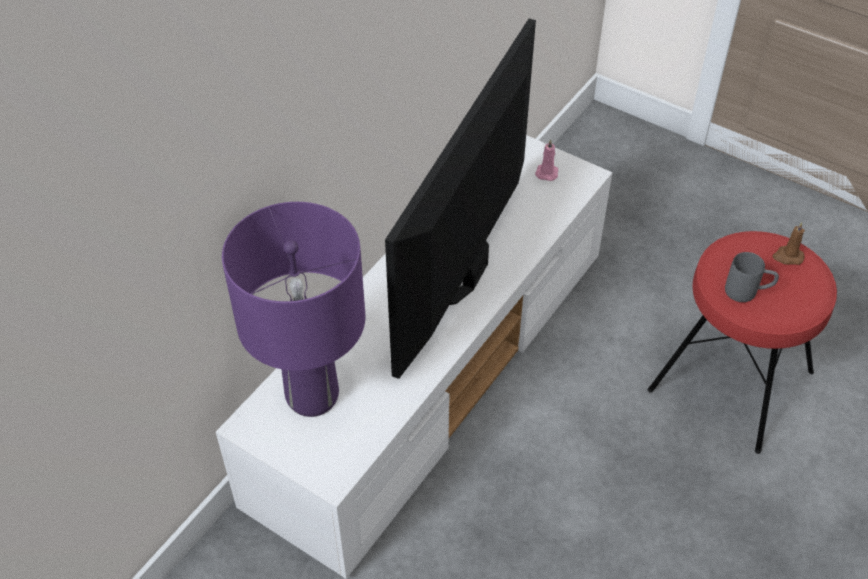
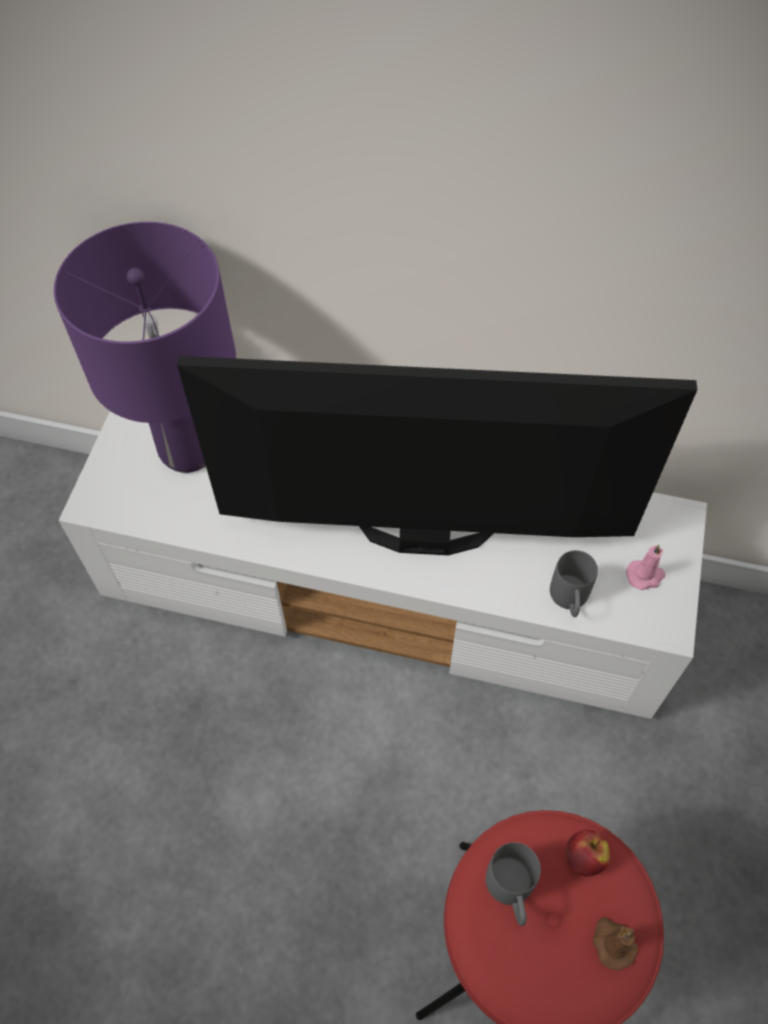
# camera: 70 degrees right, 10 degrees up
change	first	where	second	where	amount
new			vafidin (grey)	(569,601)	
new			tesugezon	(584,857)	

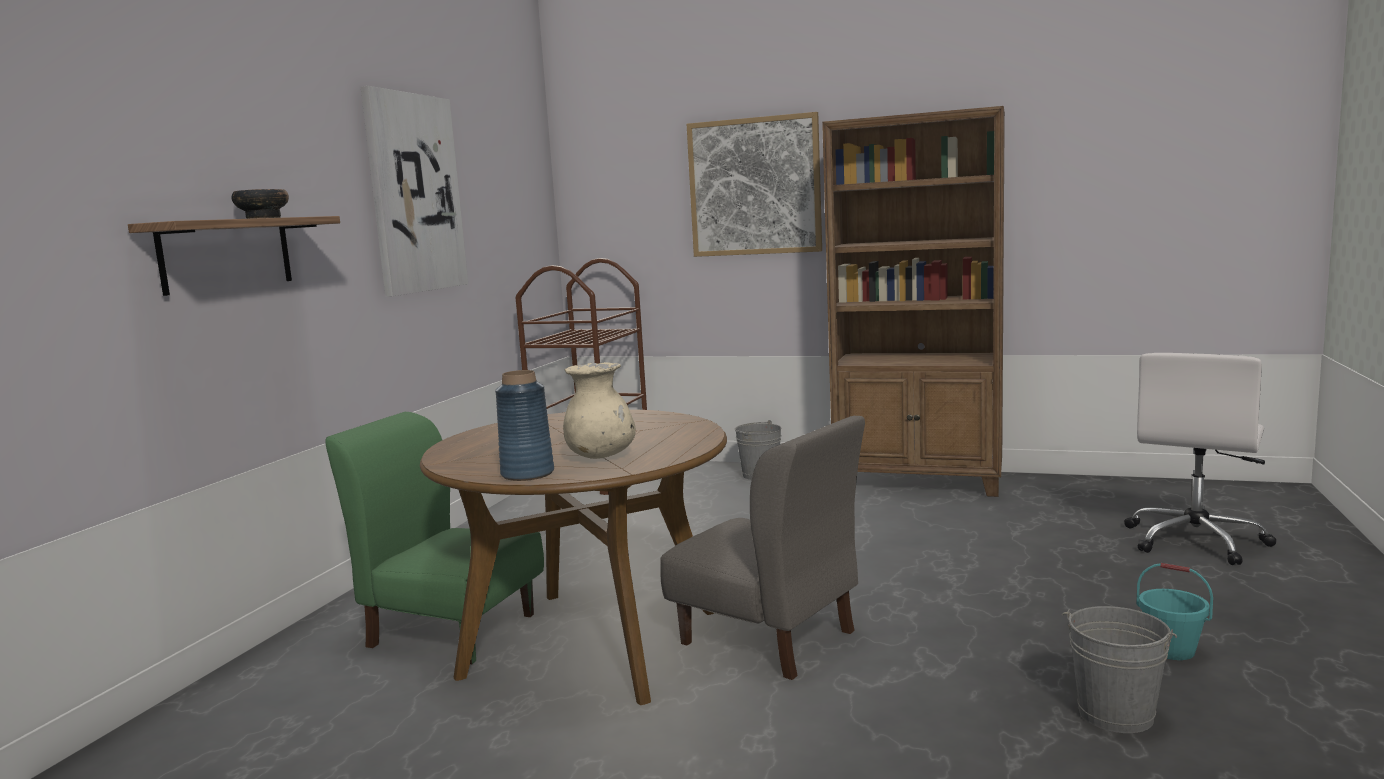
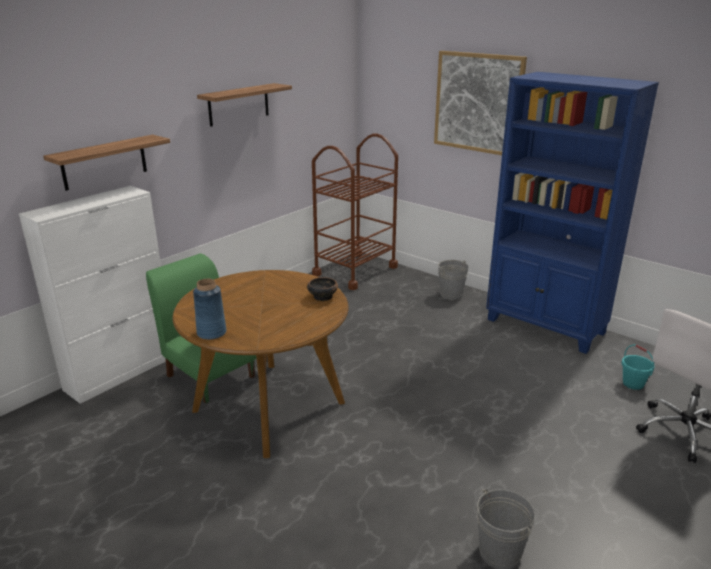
# camera: 20 degrees right, 15 degrees up
change	first	where	second	where	amount
gone	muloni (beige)	(601,456)			
gone	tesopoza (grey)	(768,638)			
new			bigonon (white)	(121,372)	
shifted	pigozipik	(262,218)		(322,297)	
shifted	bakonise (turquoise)	(1172,650)		(633,384)	
swapped	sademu	(414,193)	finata	(238,104)	
repainted	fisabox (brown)	(920,482)	fisabox (blue)	(545,327)	

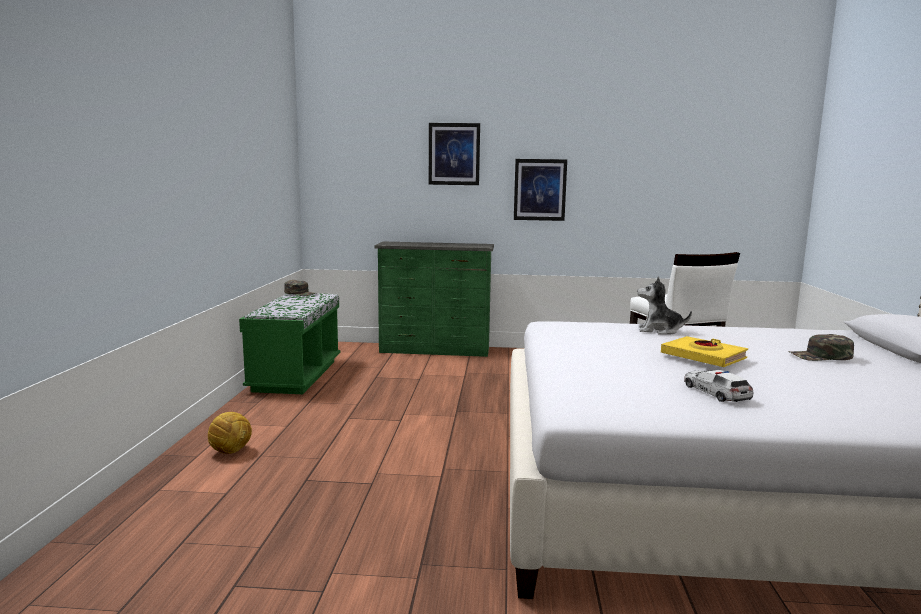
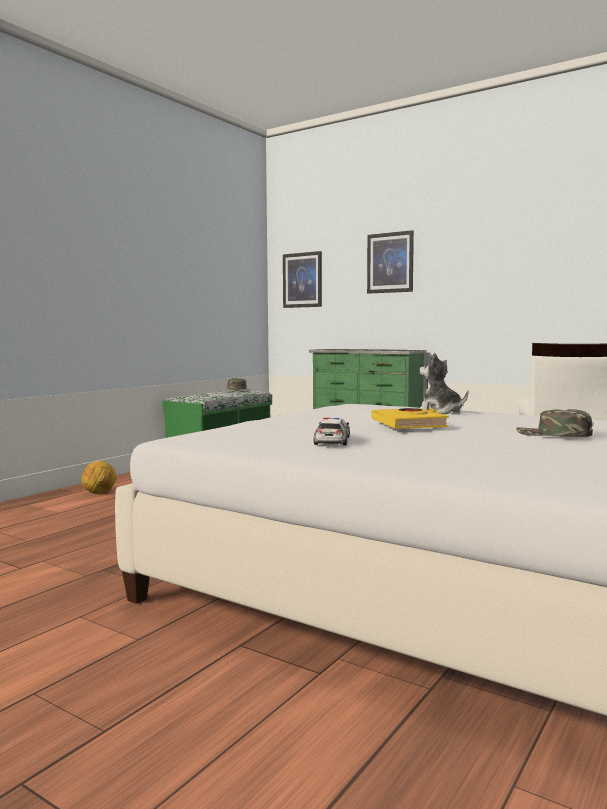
# camera: 30 degrees right, 5 degrees down
change	first	where	second	where	amount
shifted	sademu	(540,190)		(302,280)	

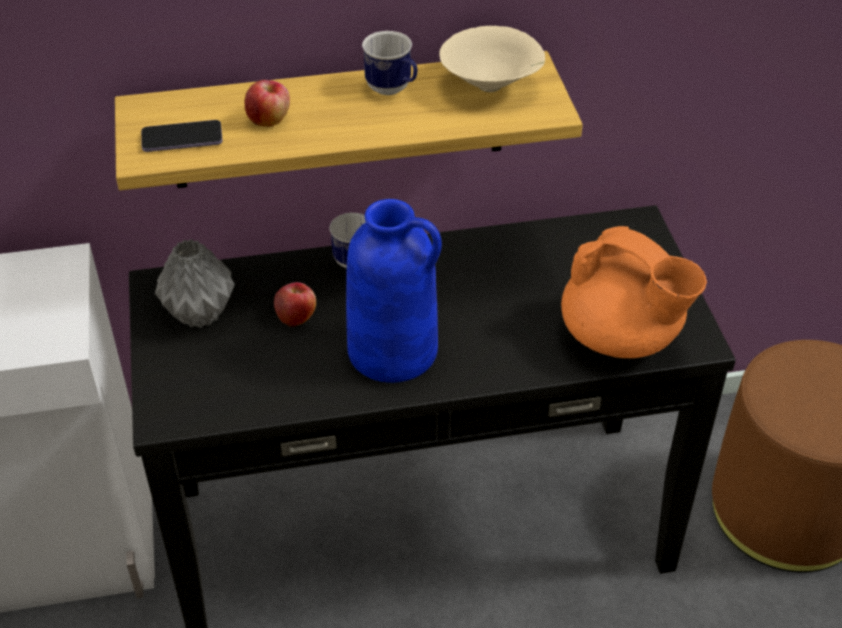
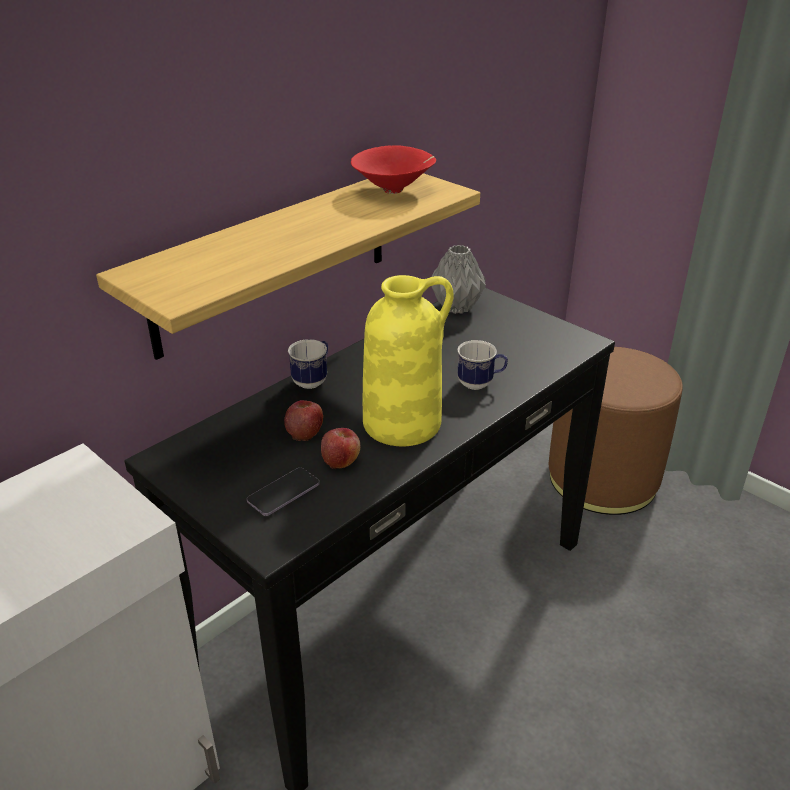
# camera: 35 degrees left, 10 degrees down
change	first	where	second	where	amount
gone	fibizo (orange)	(621,337)			
shifted	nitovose	(182,138)		(283,493)	
shifted	muloni (grey)	(201,314)		(457,307)	
shifted	tesugezon	(269,119)		(341,461)	
shifted	vafidin	(393,90)		(480,384)	
repainted	muloni (blue)	(394,350)	muloni (yellow)	(403,423)	
repainted	pigozipik (beige)	(492,86)	pigozipik (red)	(395,190)	

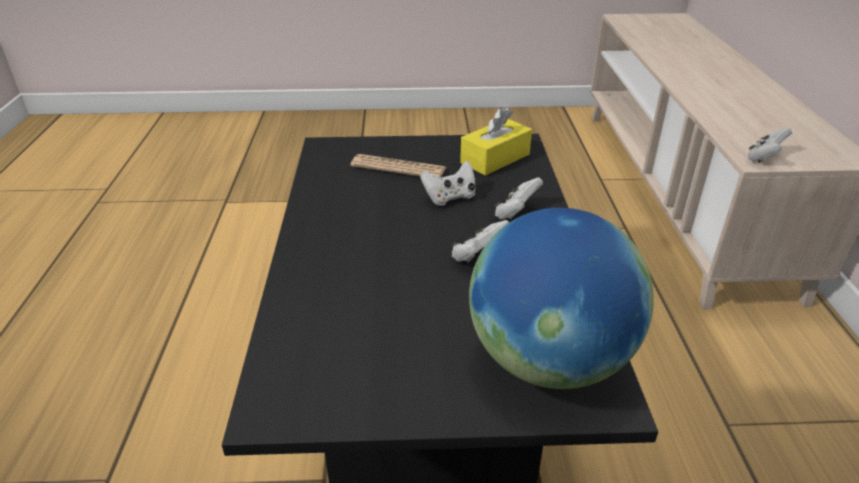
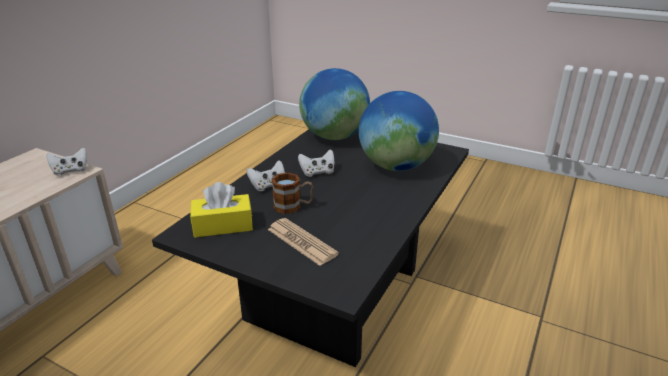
# camera: 150 degrees left, 5 degrees down
change	first	where	second	where	amount
new			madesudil	(396,166)	
swapped	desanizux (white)	(450,197)	vafidin	(293,206)	

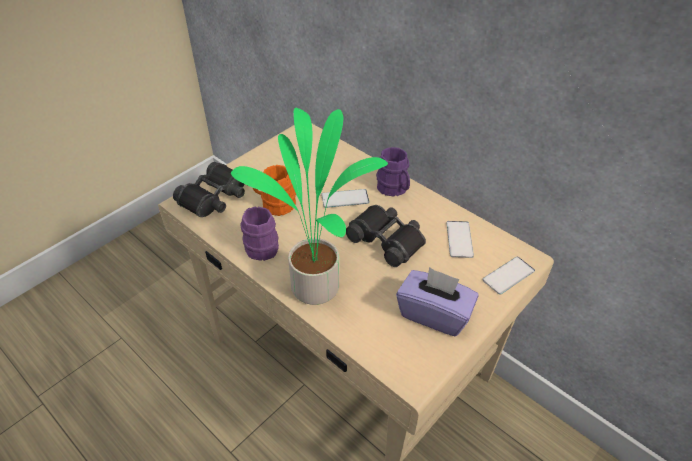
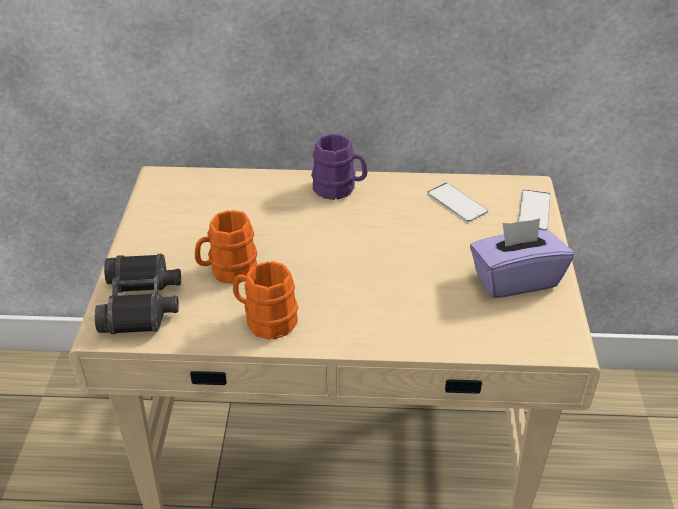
# camera: 40 degrees left, 5 degrees down
change	first	where	second	where	amount
gone	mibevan	(318,285)			
gone	nitovose	(345,199)			
gone	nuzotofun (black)	(387,239)			
repainted	vafidin (purple)	(260,245)	vafidin (orange)	(265,320)	

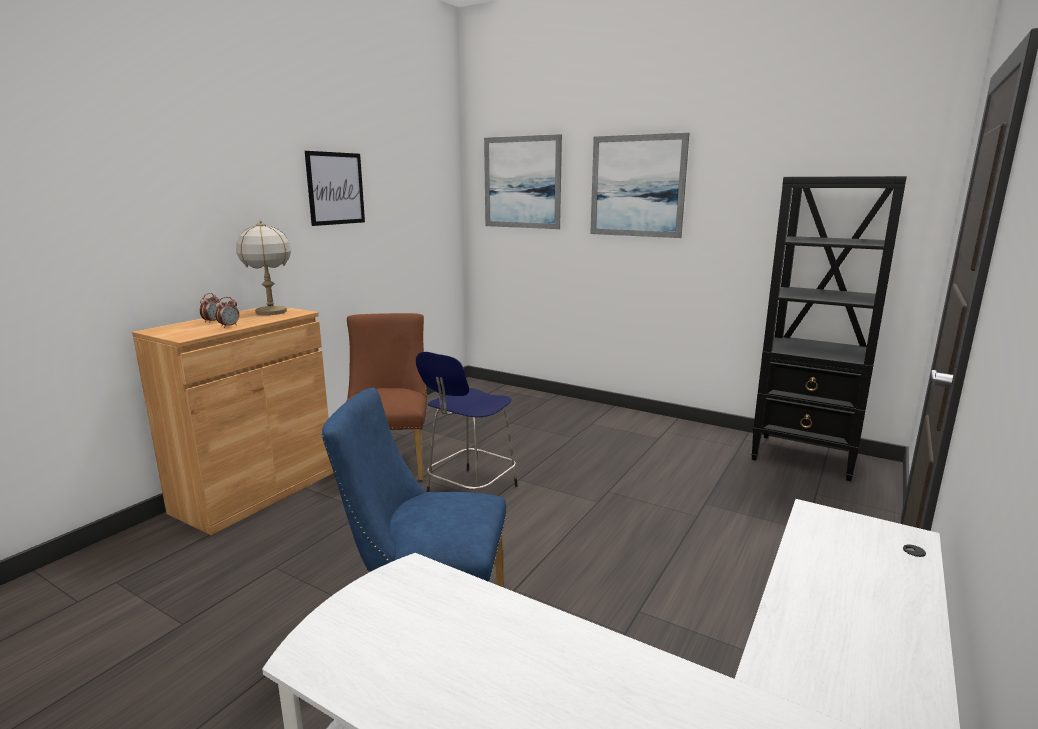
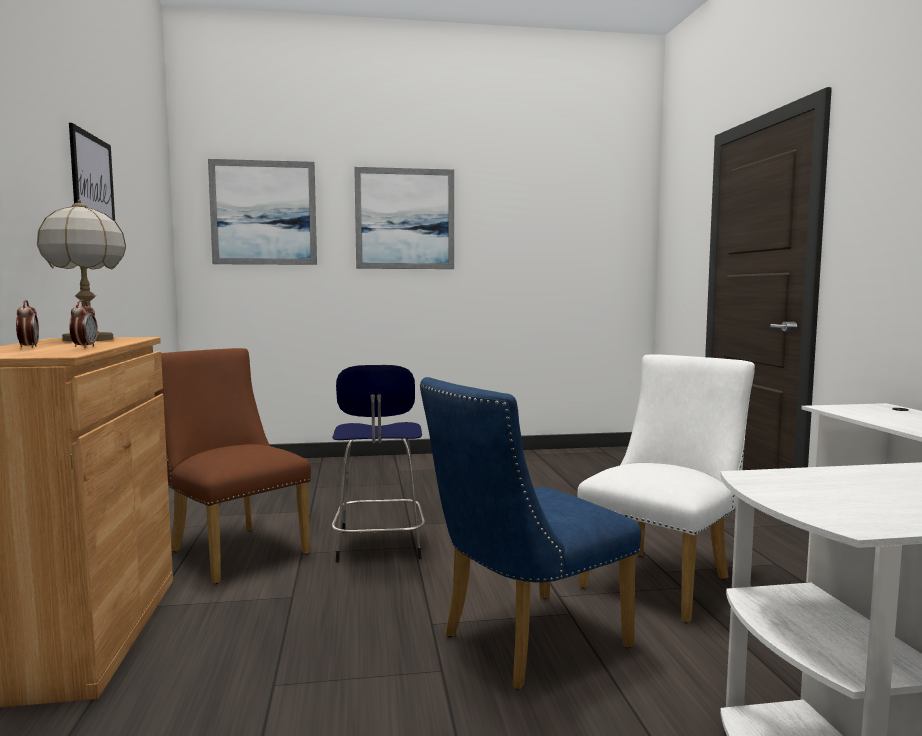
# camera: 40 degrees left, 10 degrees down
change	first	where	second	where	amount
gone	fisabox (black)	(805,457)			
new			tesopoza (white)	(664,581)	

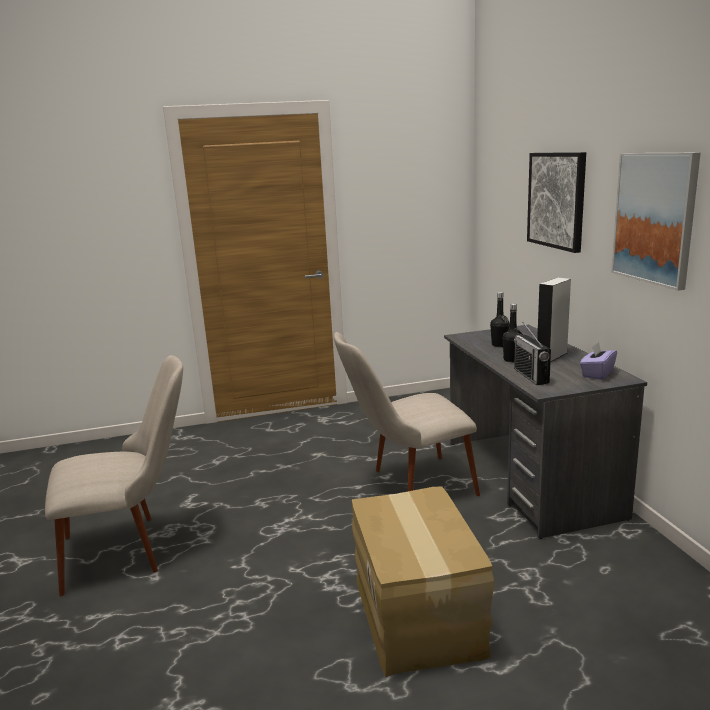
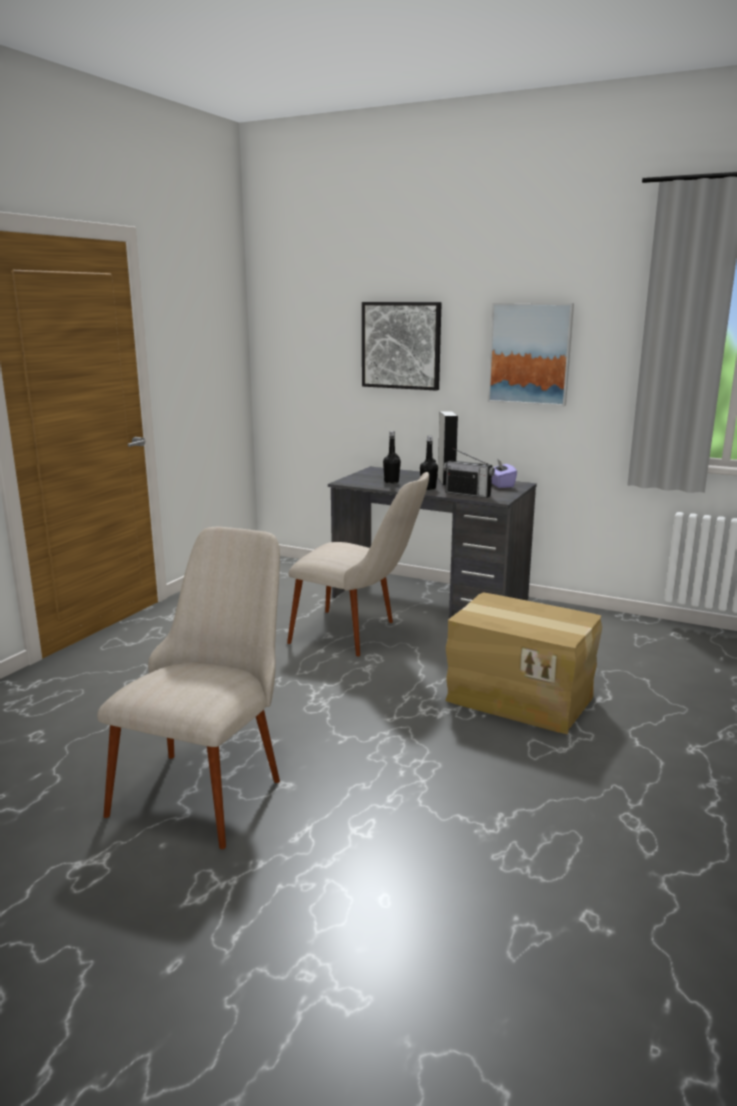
# camera: 50 degrees left, 0 degrees up
change	first	where	second	where	amount
rotated	tesopoza (beige)	(407,486)		(359,635)	90 degrees counterclockwise

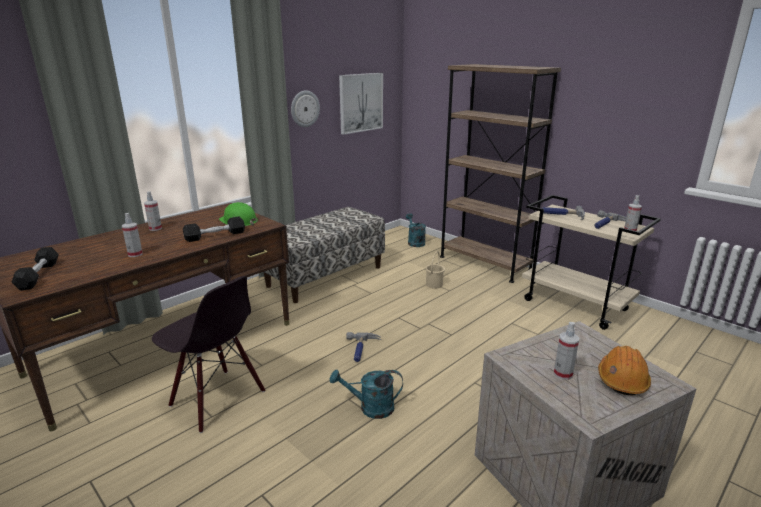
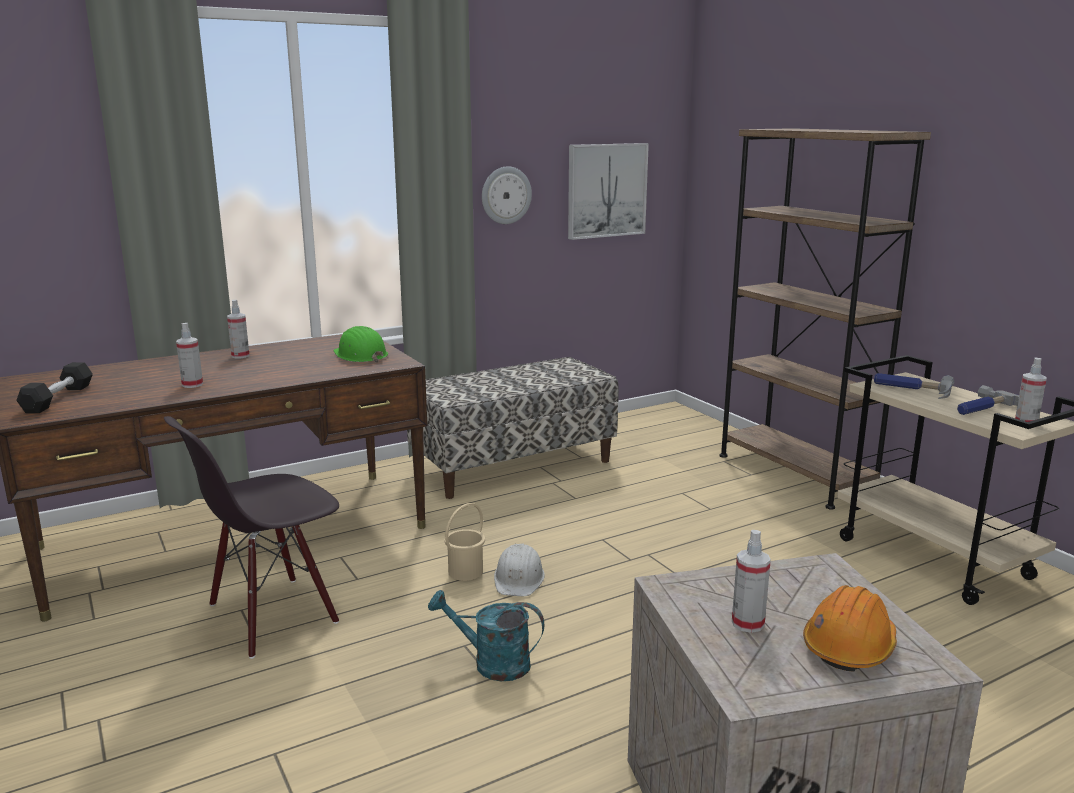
# camera: 15 degrees right, 5 degrees down
change	first	where	second	where	amount
gone	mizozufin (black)	(215,236)			
gone	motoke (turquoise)	(415,242)			
shifted	bakonise (beige)	(434,284)		(465,571)	
swapped	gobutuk	(361,350)	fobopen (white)	(519,578)	
rotated	tesopoza (black)	(217,399)		(272,615)	90 degrees clockwise

